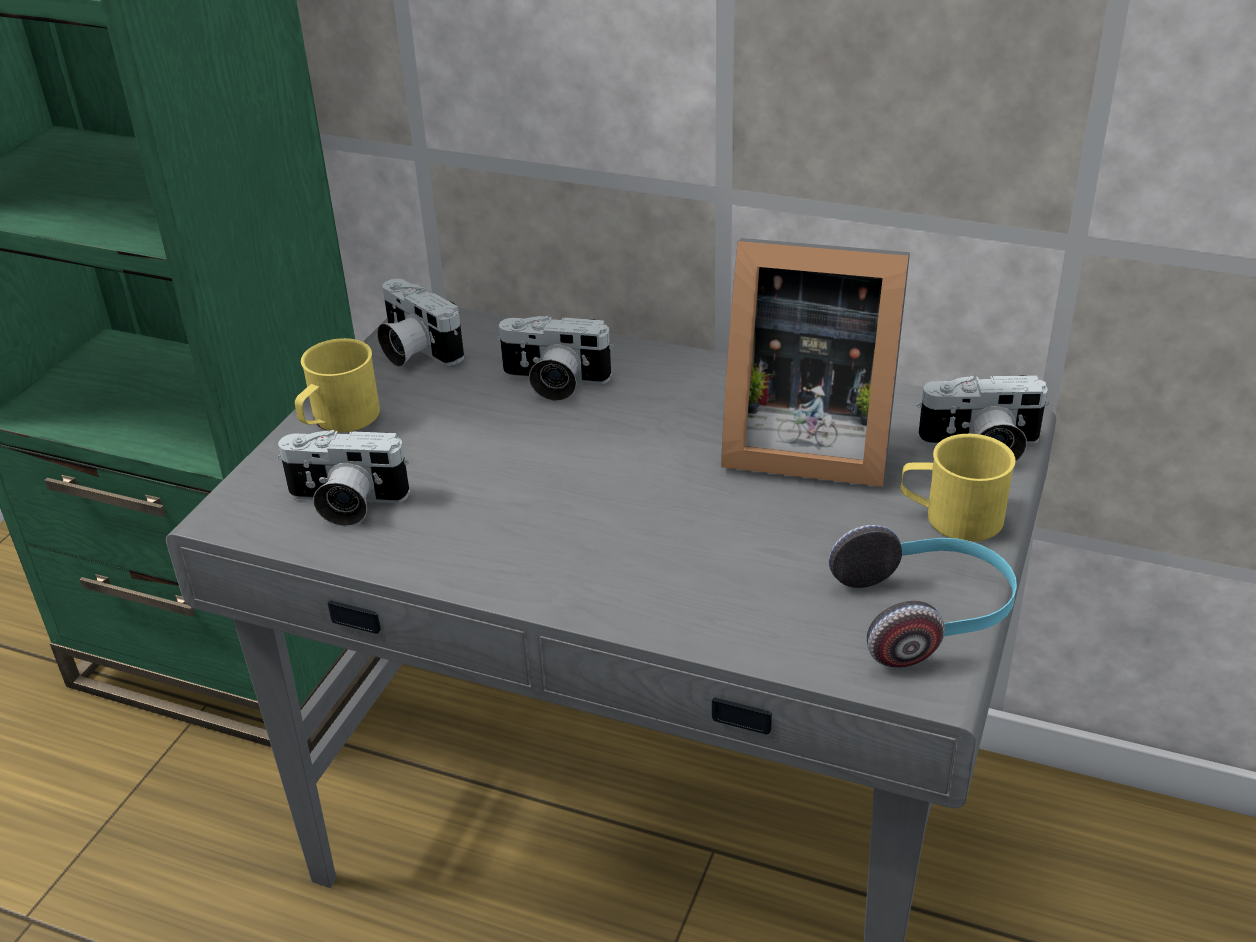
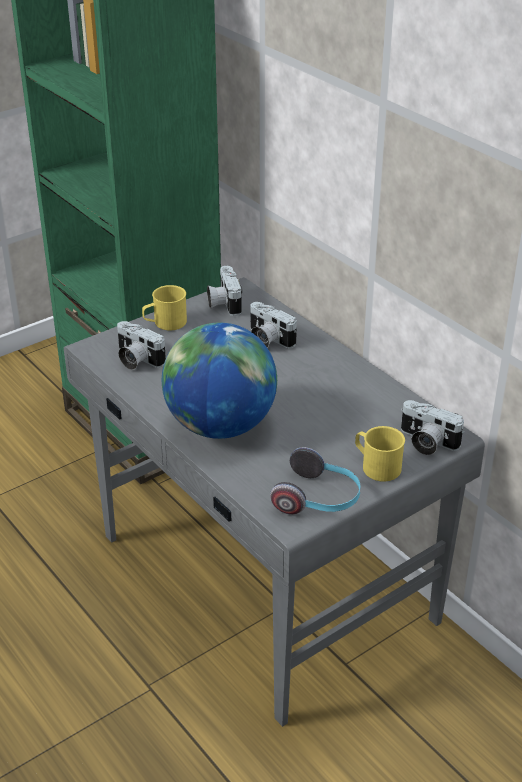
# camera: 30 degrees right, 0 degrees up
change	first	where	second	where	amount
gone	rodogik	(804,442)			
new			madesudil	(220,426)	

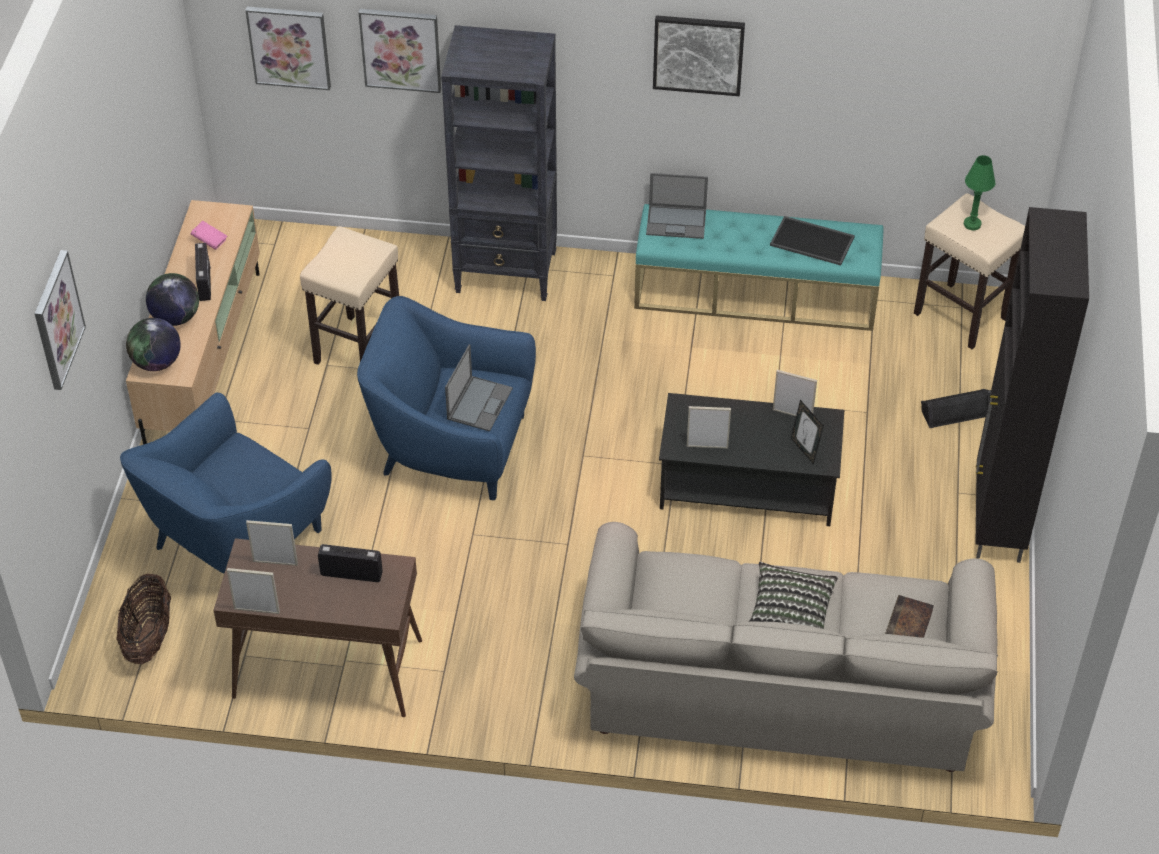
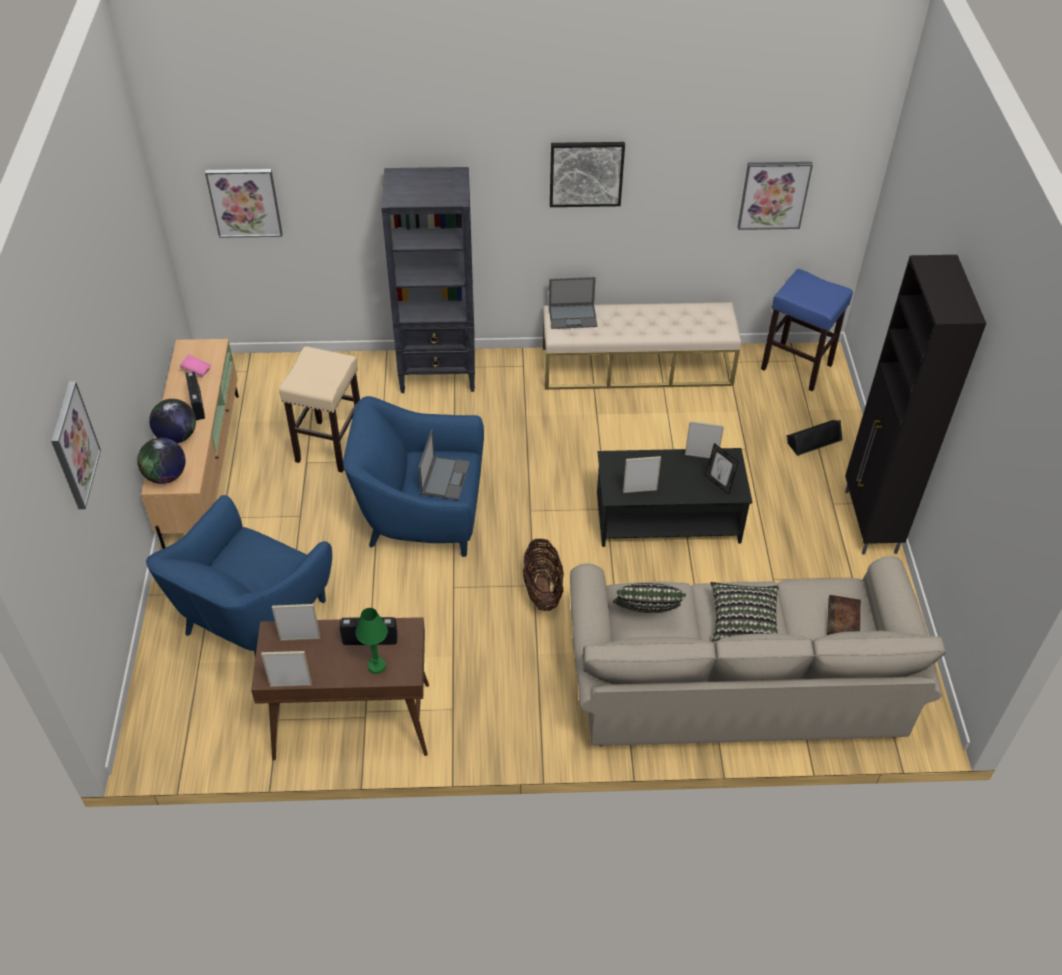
# camera: 10 degrees left, 0 degrees up
change	first	where	second	where	amount
gone	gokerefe	(813,240)			
new			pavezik	(646,616)	
shifted	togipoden	(148,637)		(542,590)	
shifted	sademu	(401,49)		(773,194)	
shifted	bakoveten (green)	(972,224)		(376,666)	
repainted	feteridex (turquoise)	(756,293)	feteridex (beige)	(637,367)	
repainted	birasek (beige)	(961,316)	birasek (blue)	(797,367)	

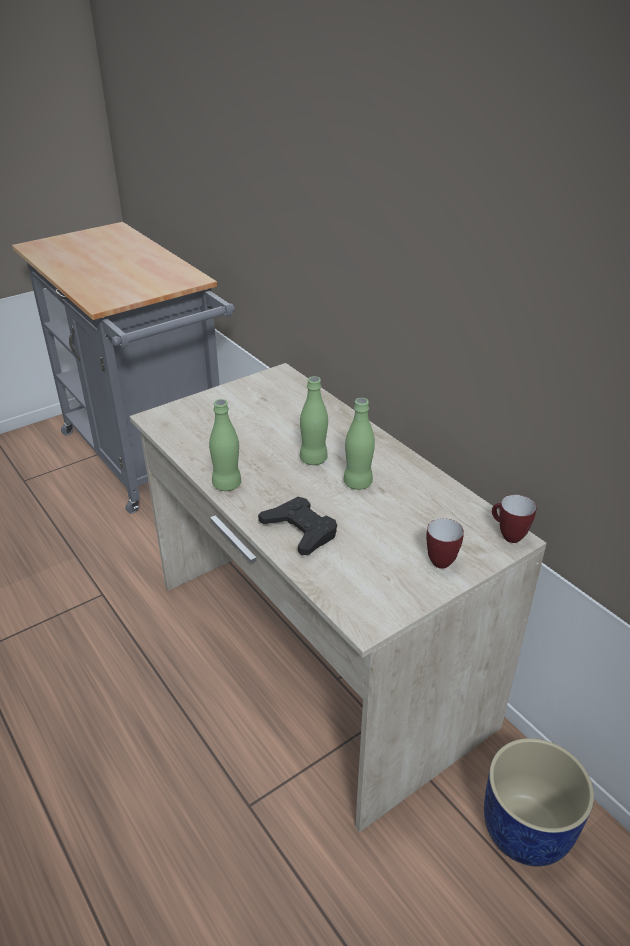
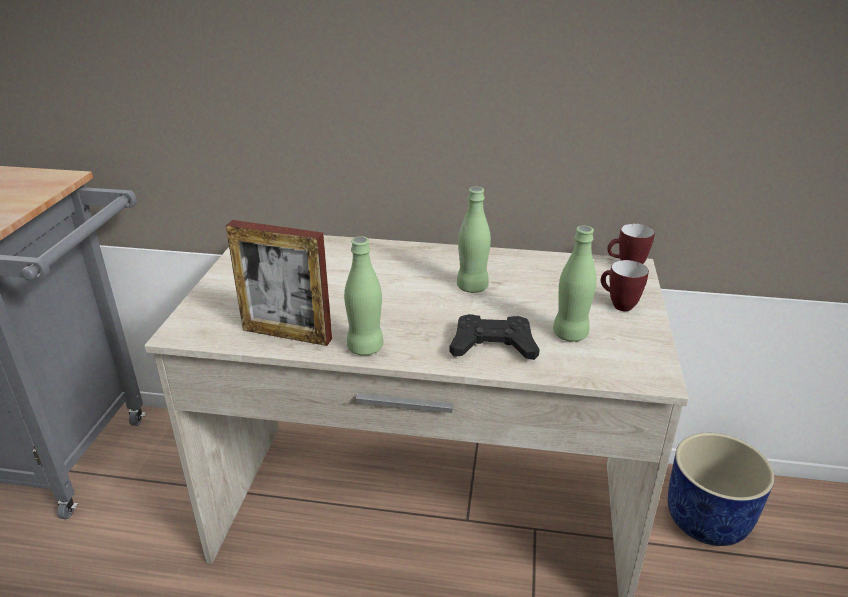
# camera: 45 degrees left, 5 degrees down
change	first	where	second	where	amount
new			rodogik	(287,334)	
shifted	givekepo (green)	(313,459)		(570,334)	

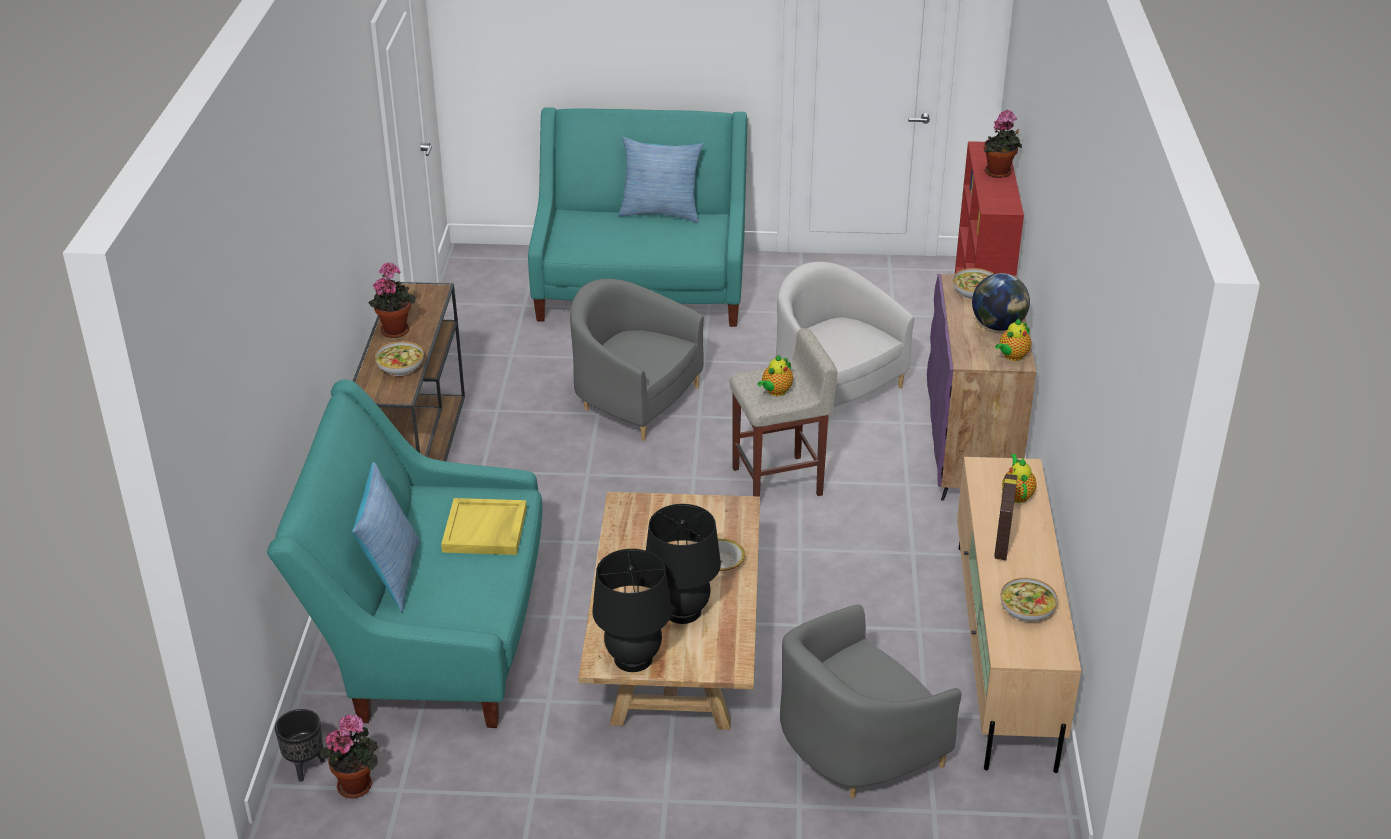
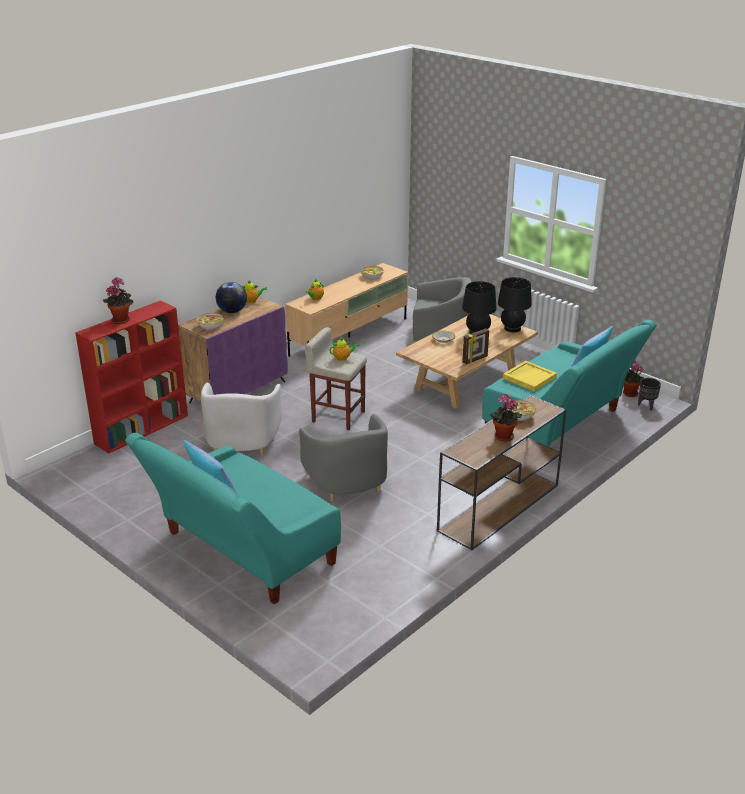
# camera: 140 degrees left, 5 degrees down
change	first	where	second	where	amount
shifted	rodogik	(1001,541)		(475,360)	

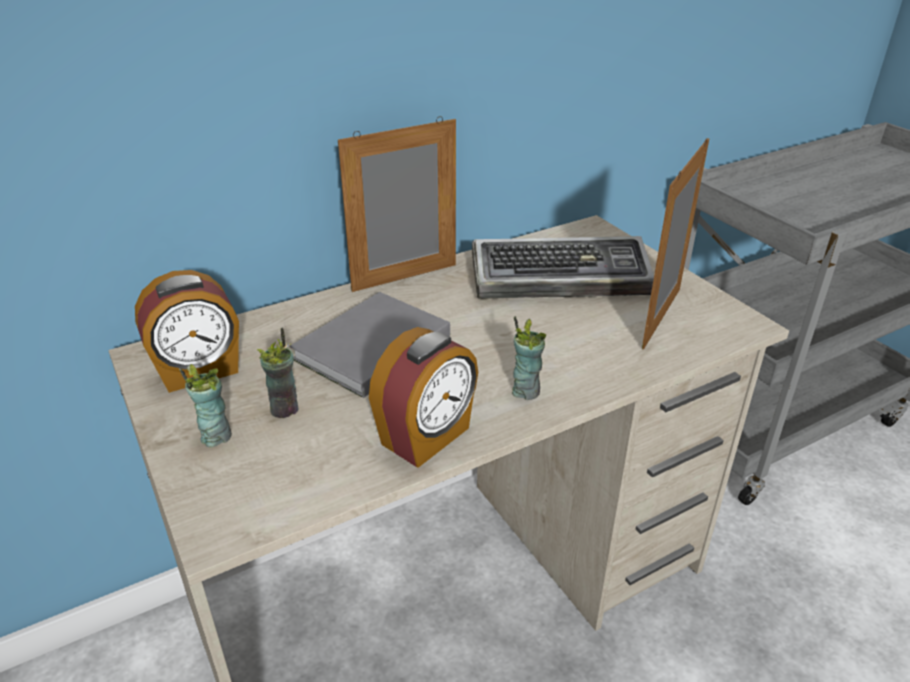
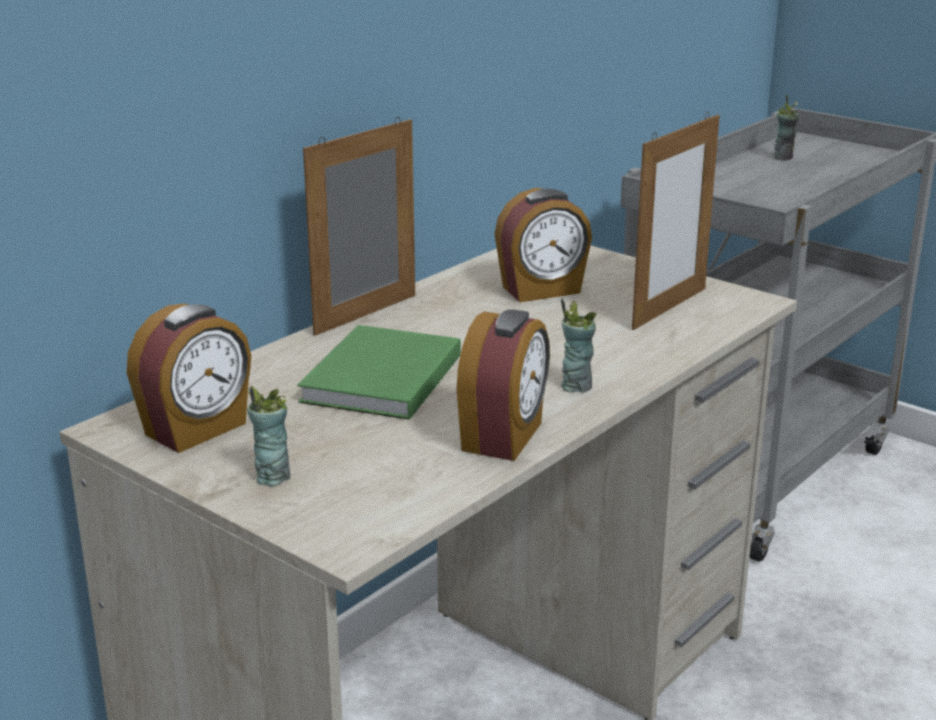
# camera: 20 degrees left, 10 degrees down
change	first	where	second	where	amount
shifted	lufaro	(285,409)		(783,157)	
swapped	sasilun	(561,278)	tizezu	(542,291)	
repainted	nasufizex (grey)	(368,348)	nasufizex (green)	(378,380)	
rotated	rodogik	(661,318)		(669,308)	150 degrees counterclockwise

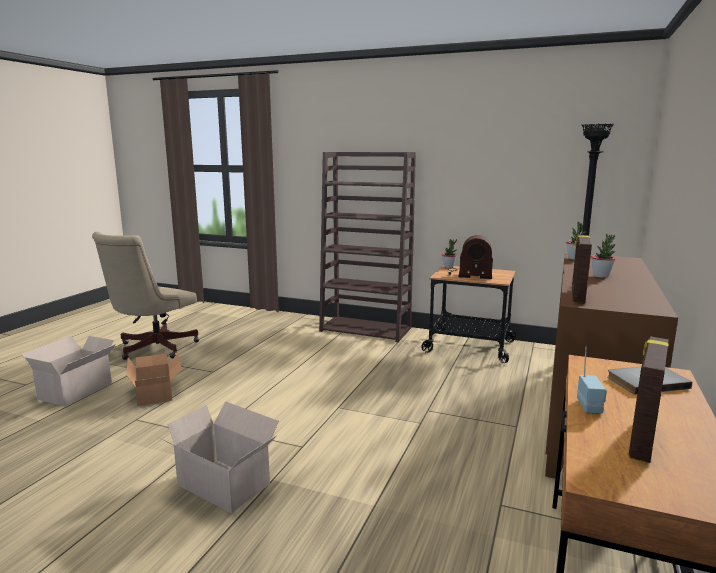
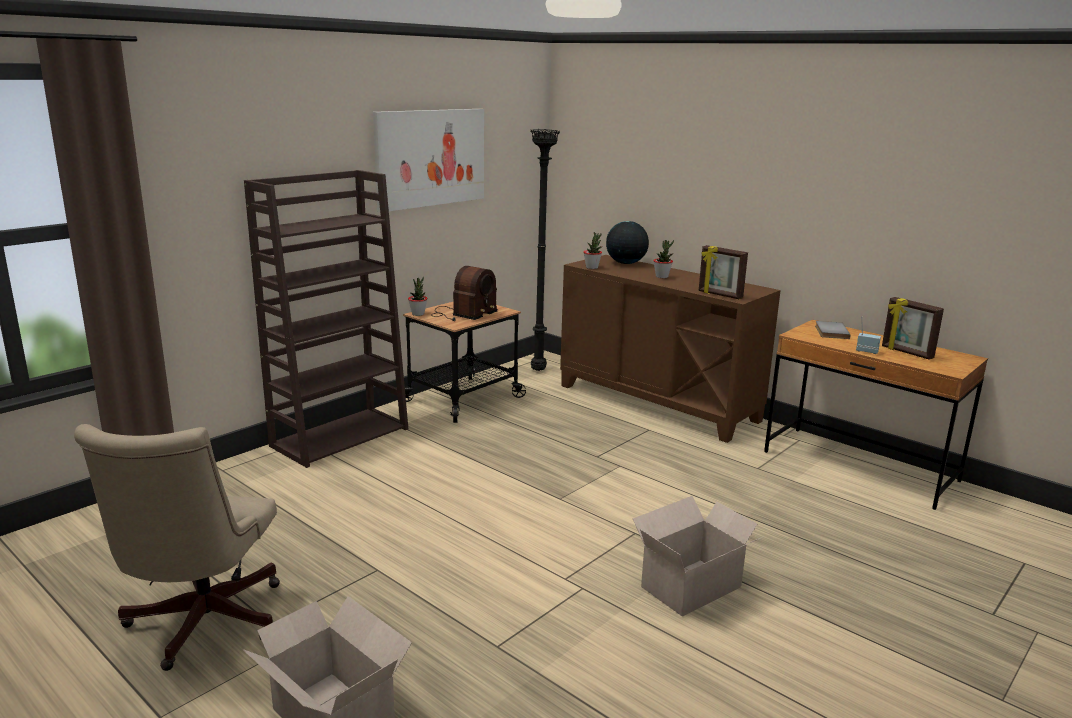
# camera: 70 degrees left, 5 degrees up
change	first	where	second	where	amount
gone	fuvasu	(156,392)			
new			sademu	(430,158)	
new			madesudil	(626,263)	
rotated	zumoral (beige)	(152,349)		(200,626)	45 degrees clockwise

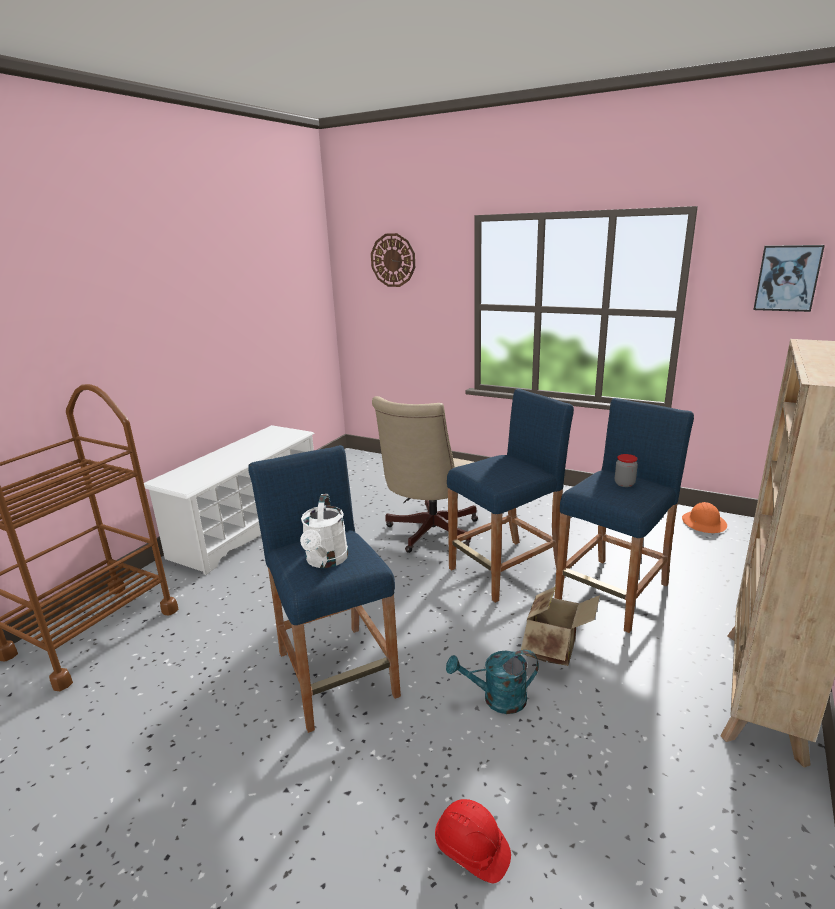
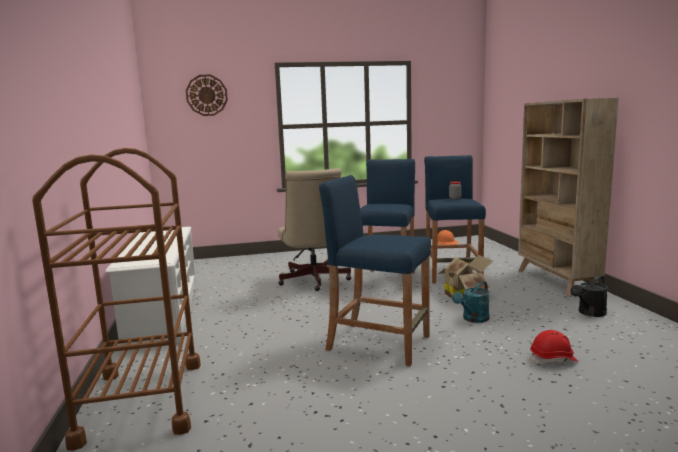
# camera: 40 degrees left, 10 degrees down
change	first	where	second	where	amount
gone	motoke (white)	(326,561)			
gone	sademu	(787,278)			
new			motoke (black)	(589,313)	

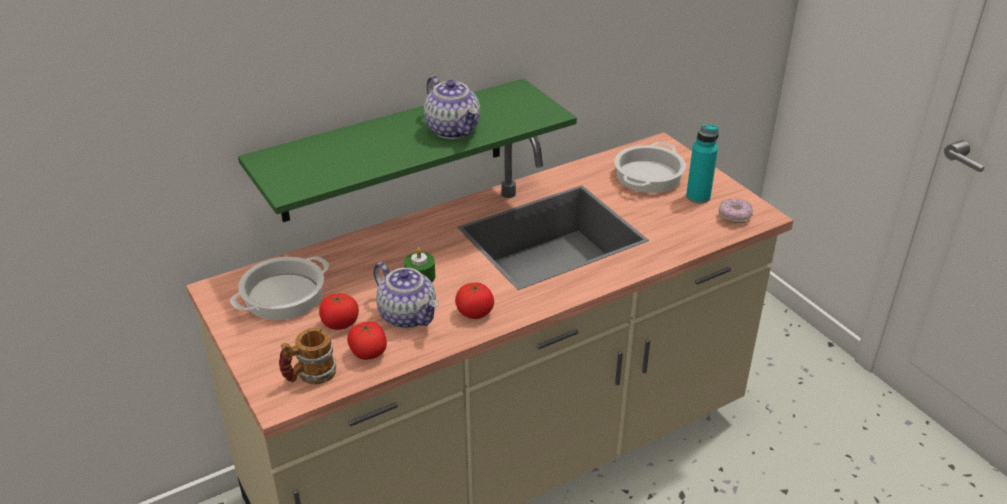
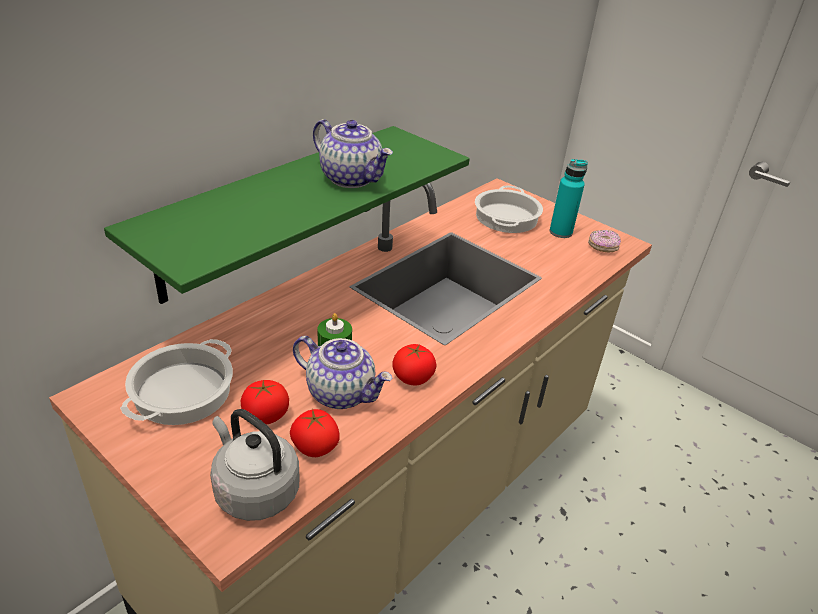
# camera: 20 degrees left, 0 degrees up
change	first	where	second	where	amount
swapped	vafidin	(309,375)	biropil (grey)	(254,490)	

